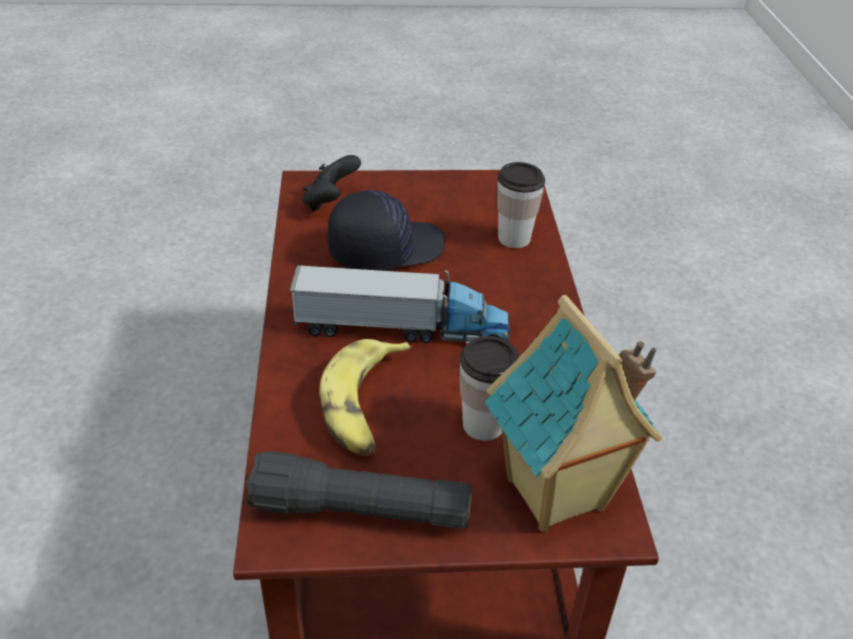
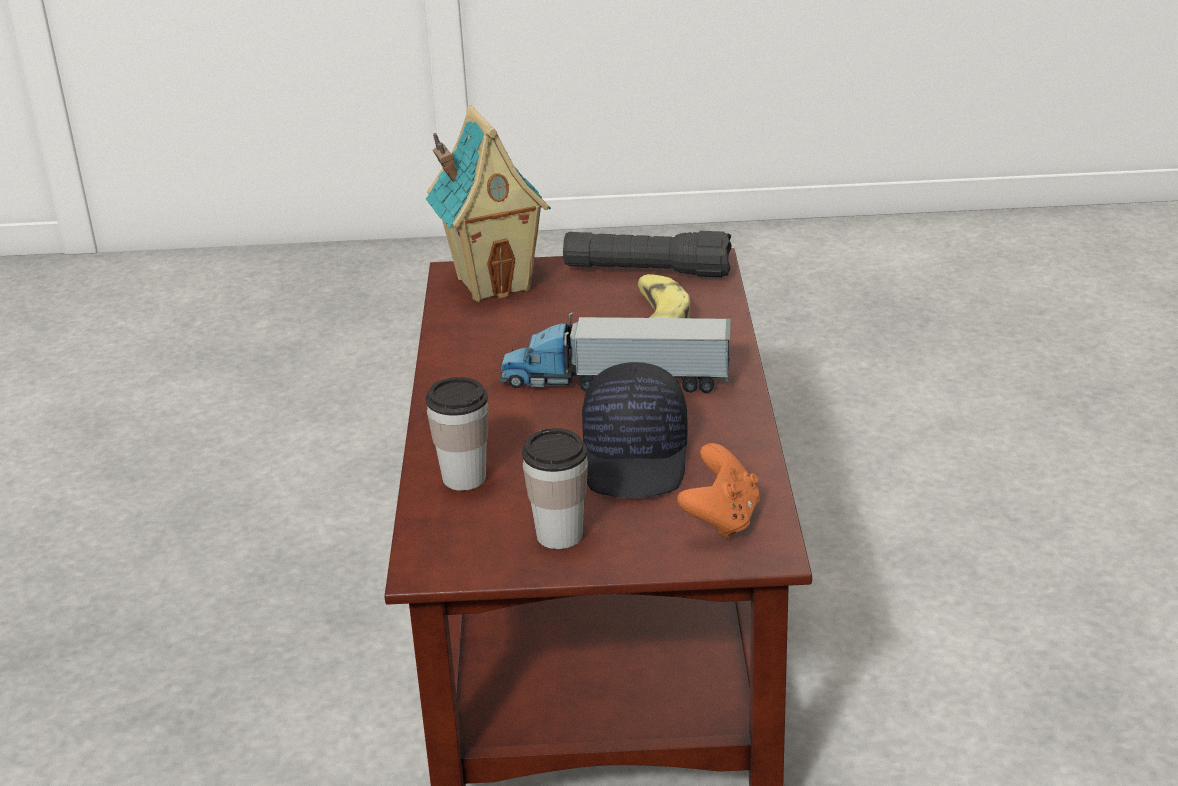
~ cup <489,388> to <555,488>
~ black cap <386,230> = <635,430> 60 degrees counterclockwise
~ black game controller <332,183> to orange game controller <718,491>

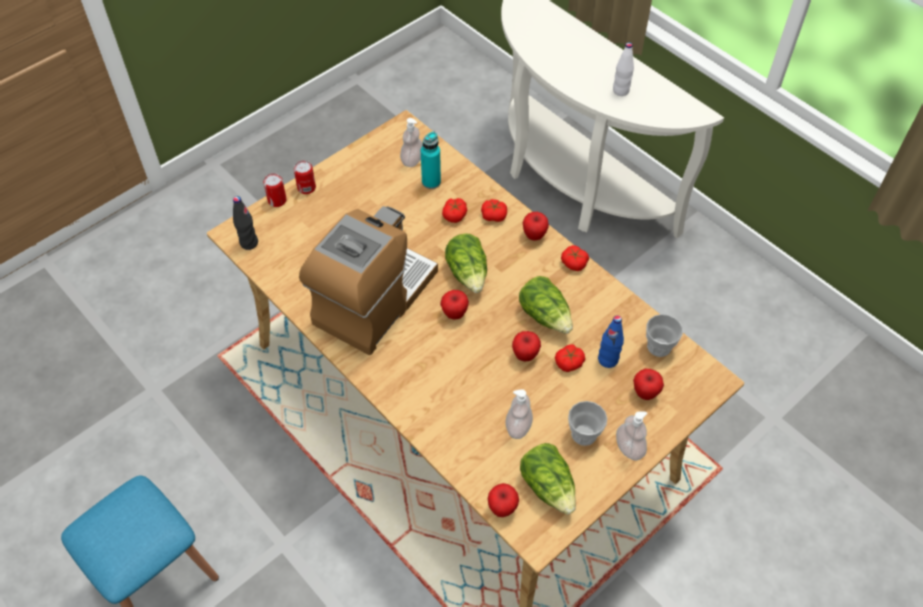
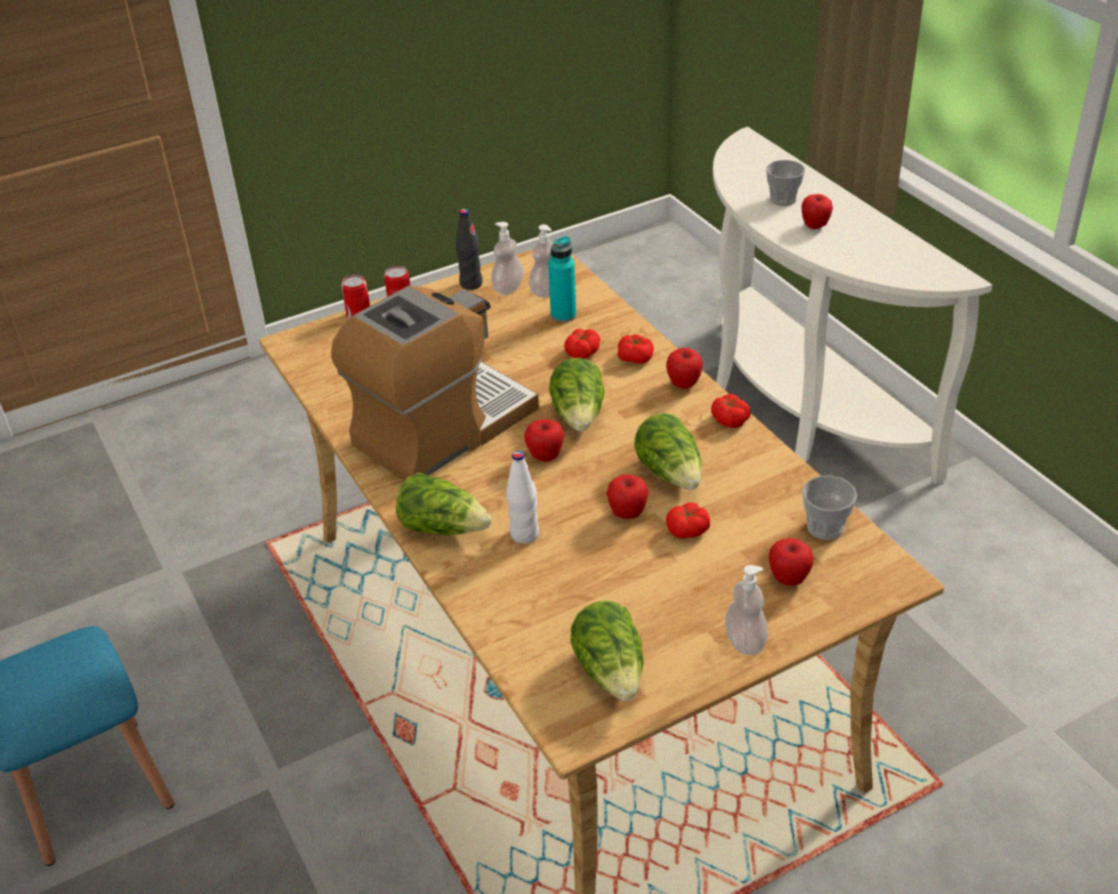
+ lettuce <443,503>
~ black bottle <245,223> to <469,249>
~ soap dispenser <519,414> to <507,258>
~ white bottle <623,69> to <522,497>
~ cup <587,423> to <785,183>
~ apple <503,500> to <817,211>
- blue bottle <611,342>

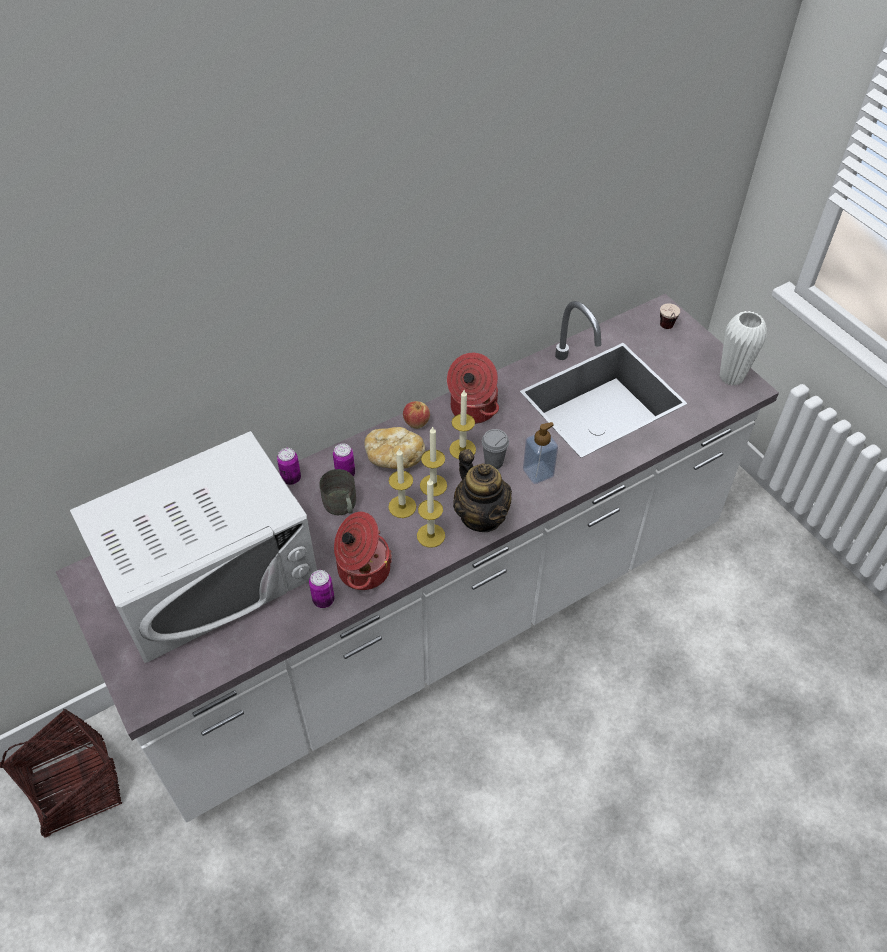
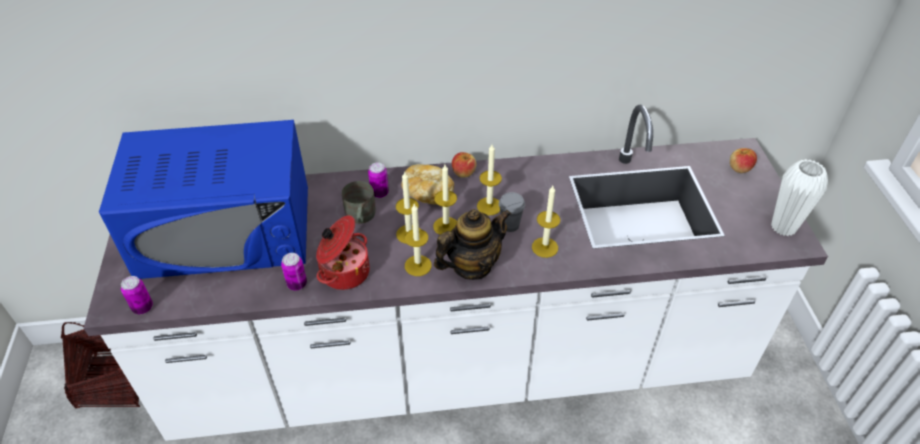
~ white microwave <193,547> to blue microwave <203,199>
~ can <289,466> to <137,295>
~ teapot <482,490> = <472,244> 120 degrees counterclockwise
~ soap dispenser <540,453> to candle <546,222>
~ cup <670,316> to apple <743,160>
- cooking pot <473,388>

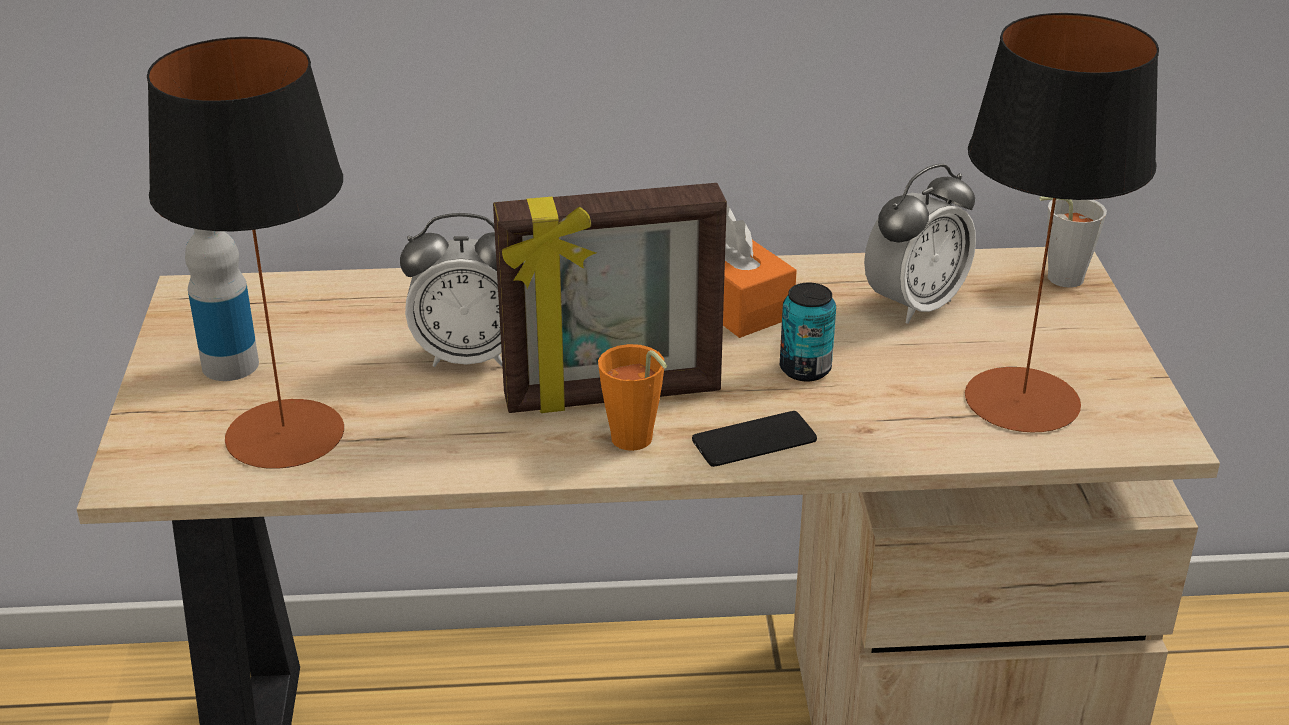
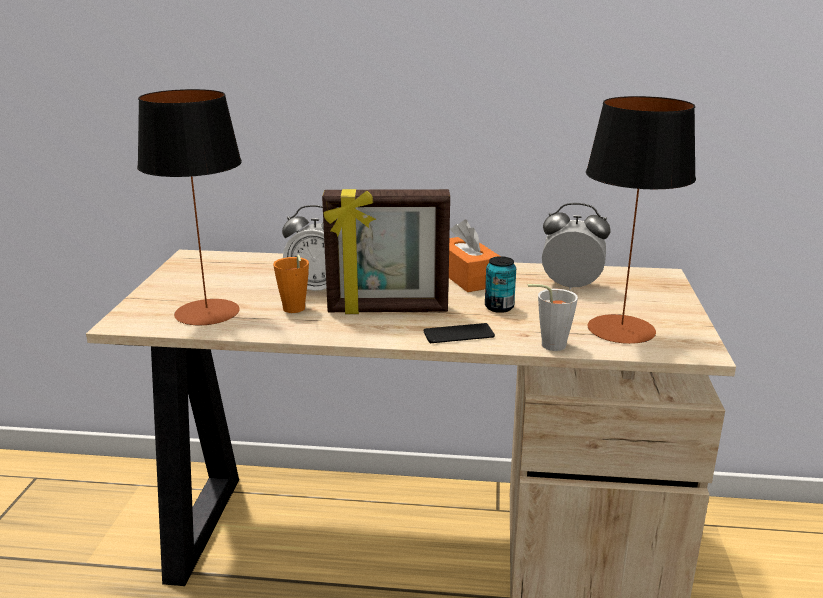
~ orange cup <632,397> to <291,284>
~ grey cup <1073,242> to <553,317>
~ alarm clock <920,244> = <576,246> 135 degrees counterclockwise
- bottle <222,305>

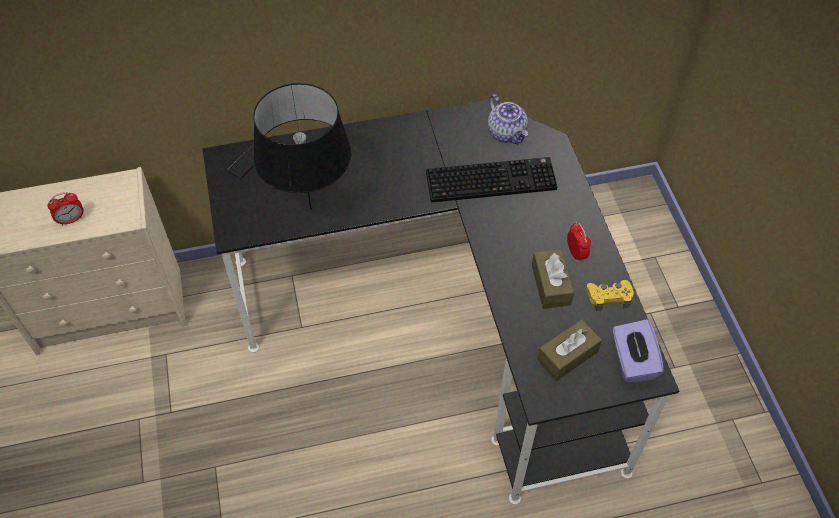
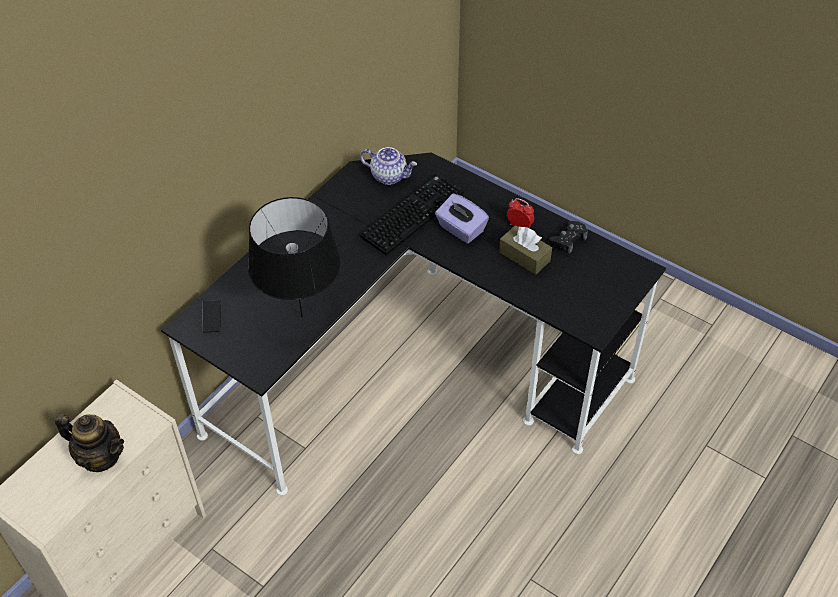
~ alarm clock <65,209> to teapot <89,443>
~ purple tissue box <638,351> to <462,219>
~ yellow game controller <610,295> to black game controller <568,237>
- brown tissue box <569,350>

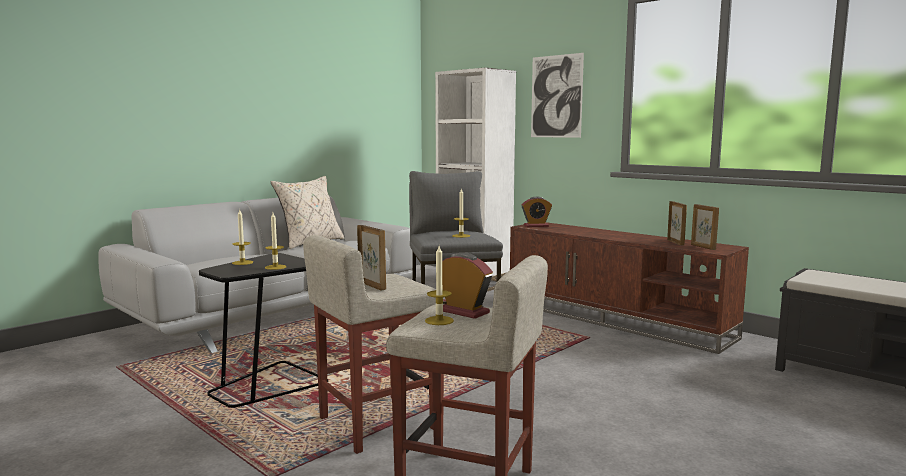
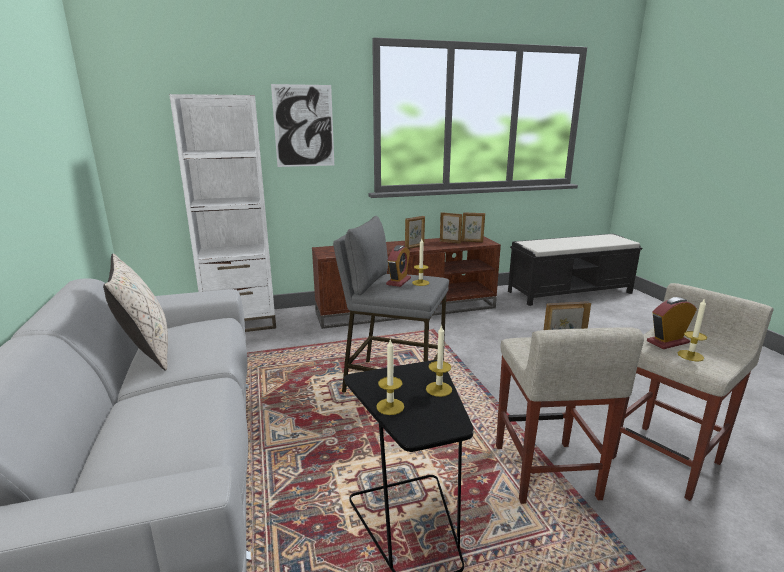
~ alarm clock <537,211> to <398,266>
+ picture frame <415,232>

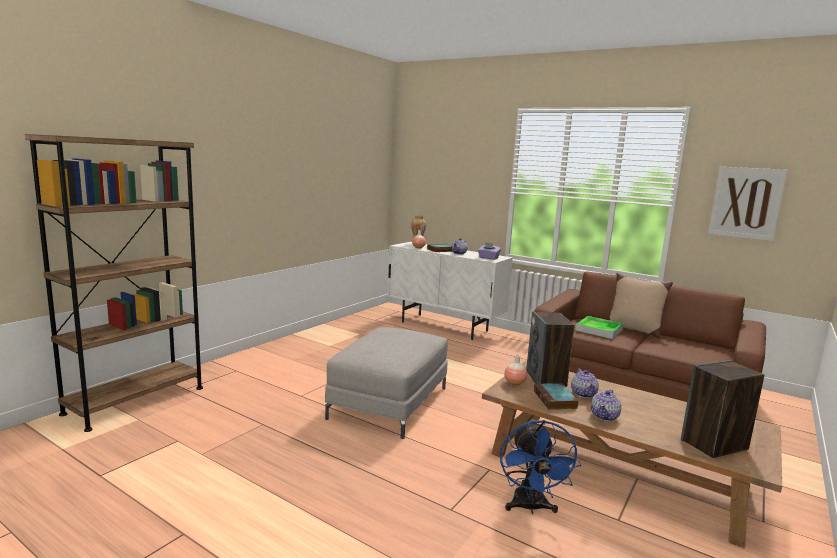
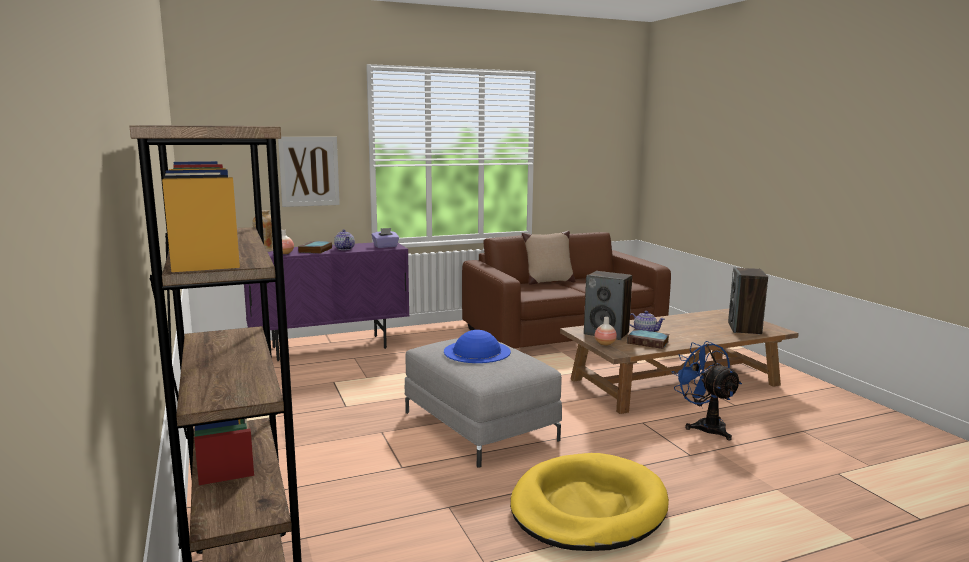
~ white cabinet <450,291> to purple cabinet <326,302>
~ picture <748,204> to <309,172>
+ blue hat <477,346>
+ yellow dog bed <589,502>
~ blue fan <540,467> = <707,391> 150 degrees counterclockwise
- tray <599,327>
- teapot <606,405>

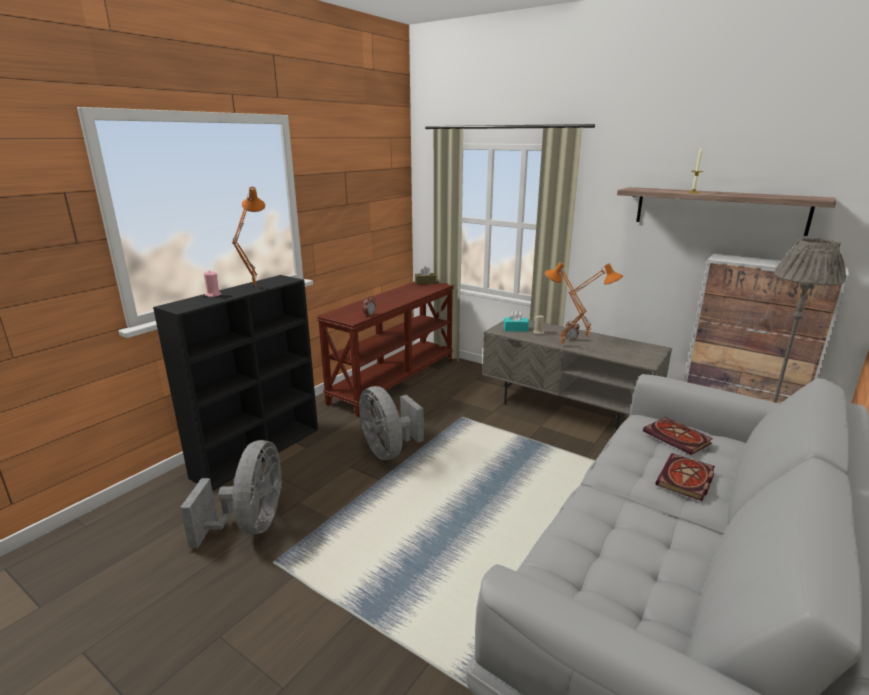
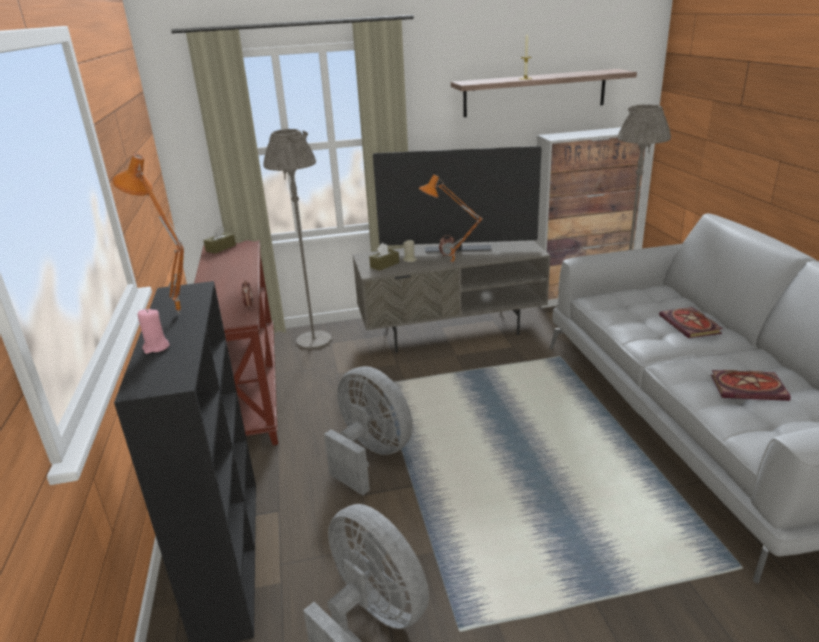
+ grey floor lamp <298,239>
~ grey fan <391,423> = <368,430> 150 degrees counterclockwise
~ turquoise tissue box <516,321> to brown tissue box <384,257>
~ orange table lamp <596,301> to television <457,199>
~ book <678,436> to <751,385>

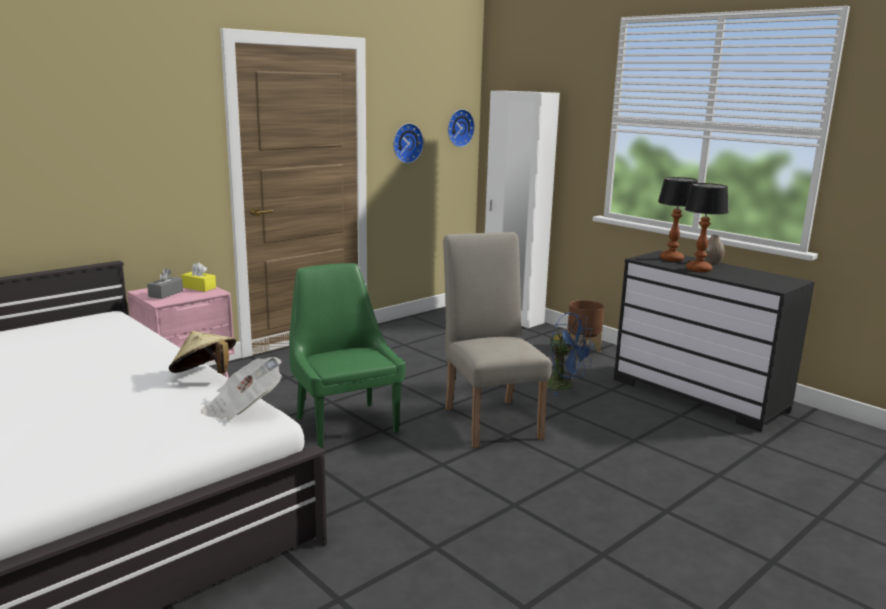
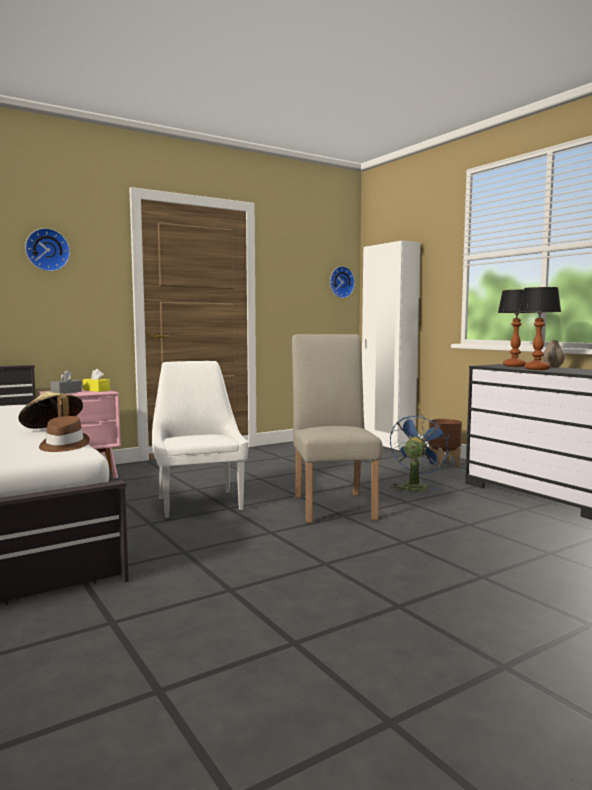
~ wall clock <408,143> to <47,249>
~ newspaper <241,389> to brown hat <64,434>
~ green chair <347,356> to white chair <200,439>
~ blue fan <571,353> = <420,452> 105 degrees counterclockwise

